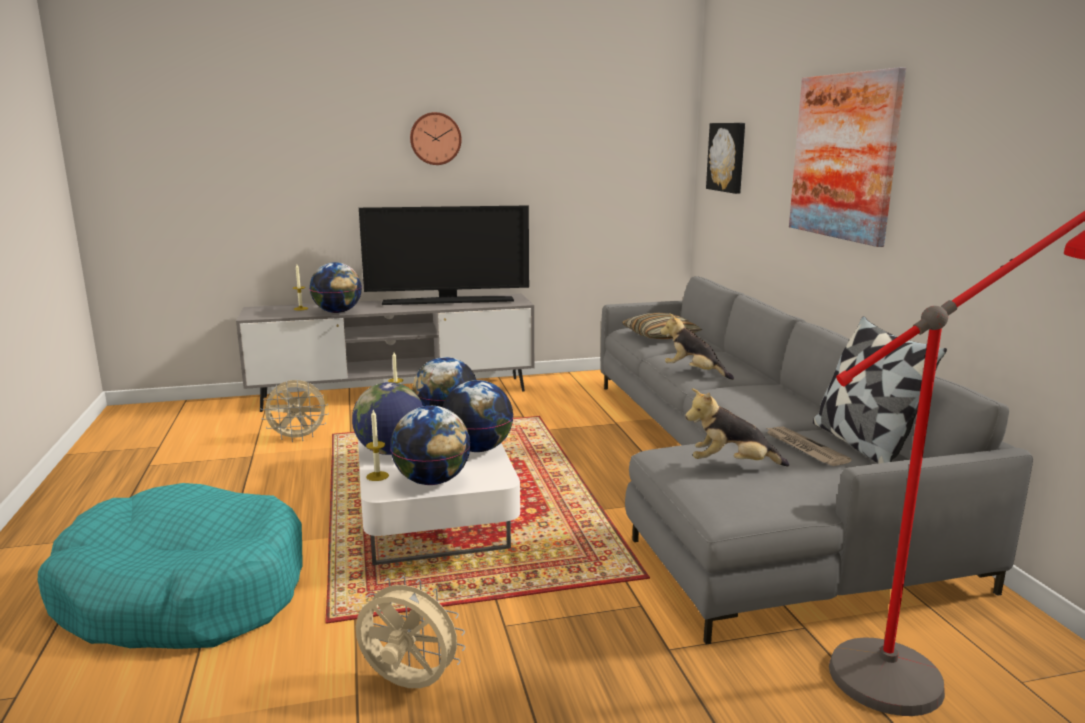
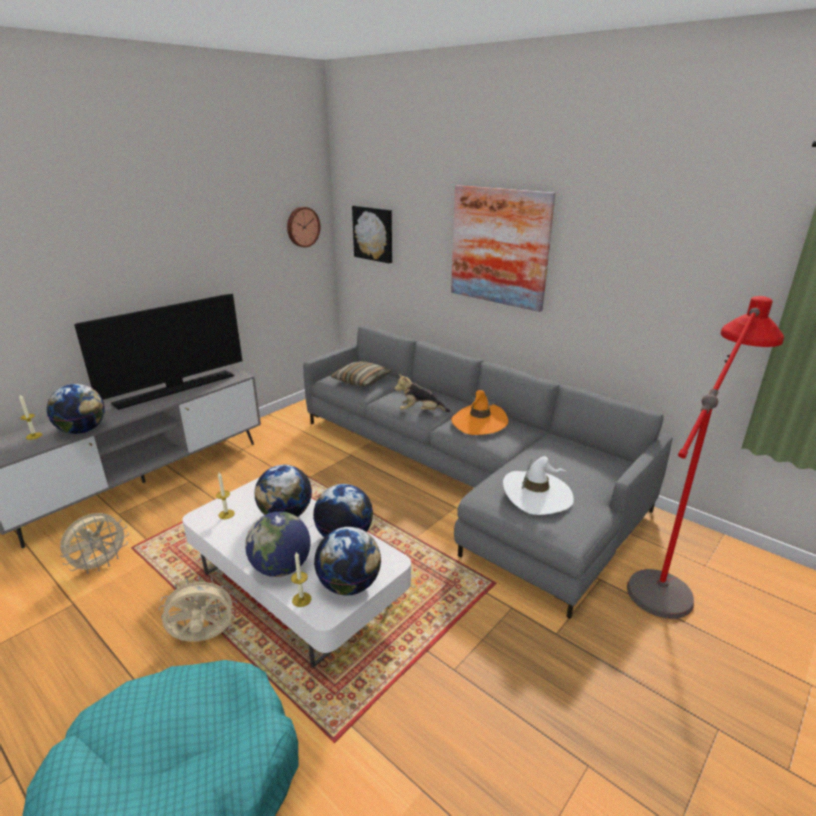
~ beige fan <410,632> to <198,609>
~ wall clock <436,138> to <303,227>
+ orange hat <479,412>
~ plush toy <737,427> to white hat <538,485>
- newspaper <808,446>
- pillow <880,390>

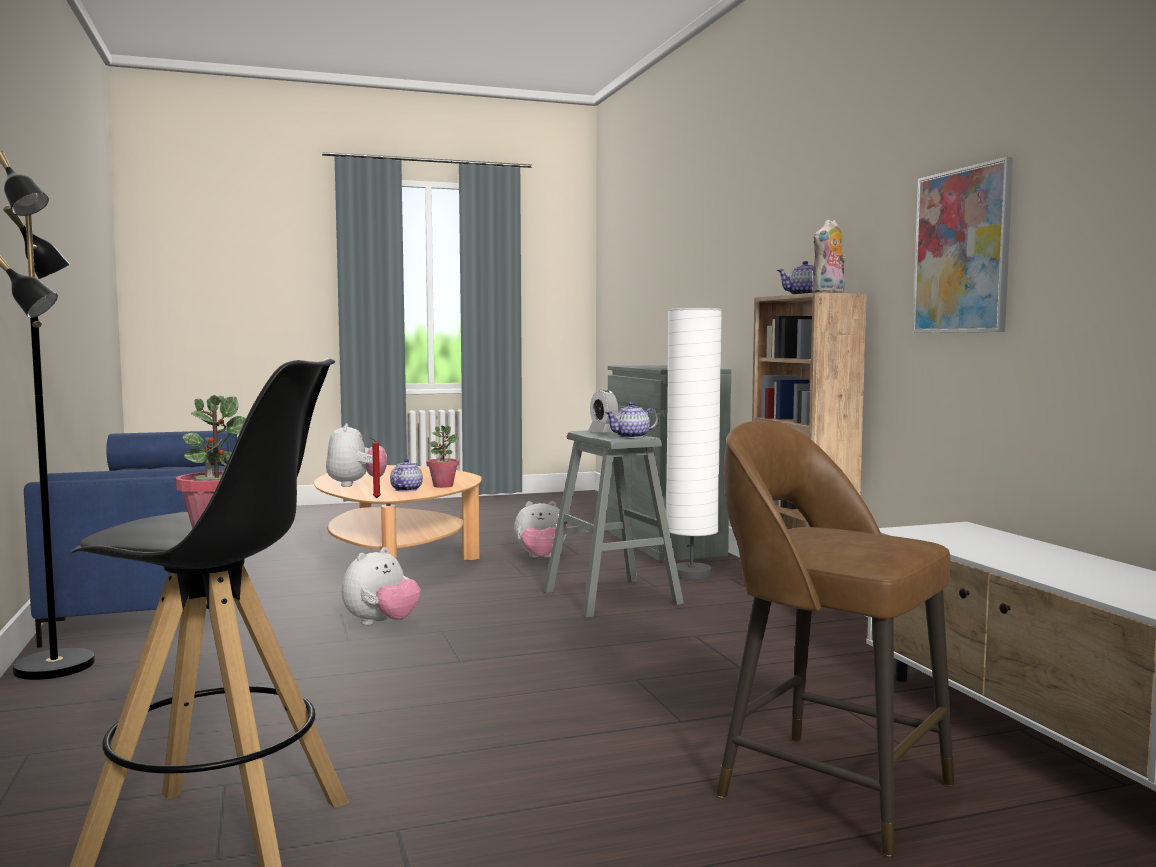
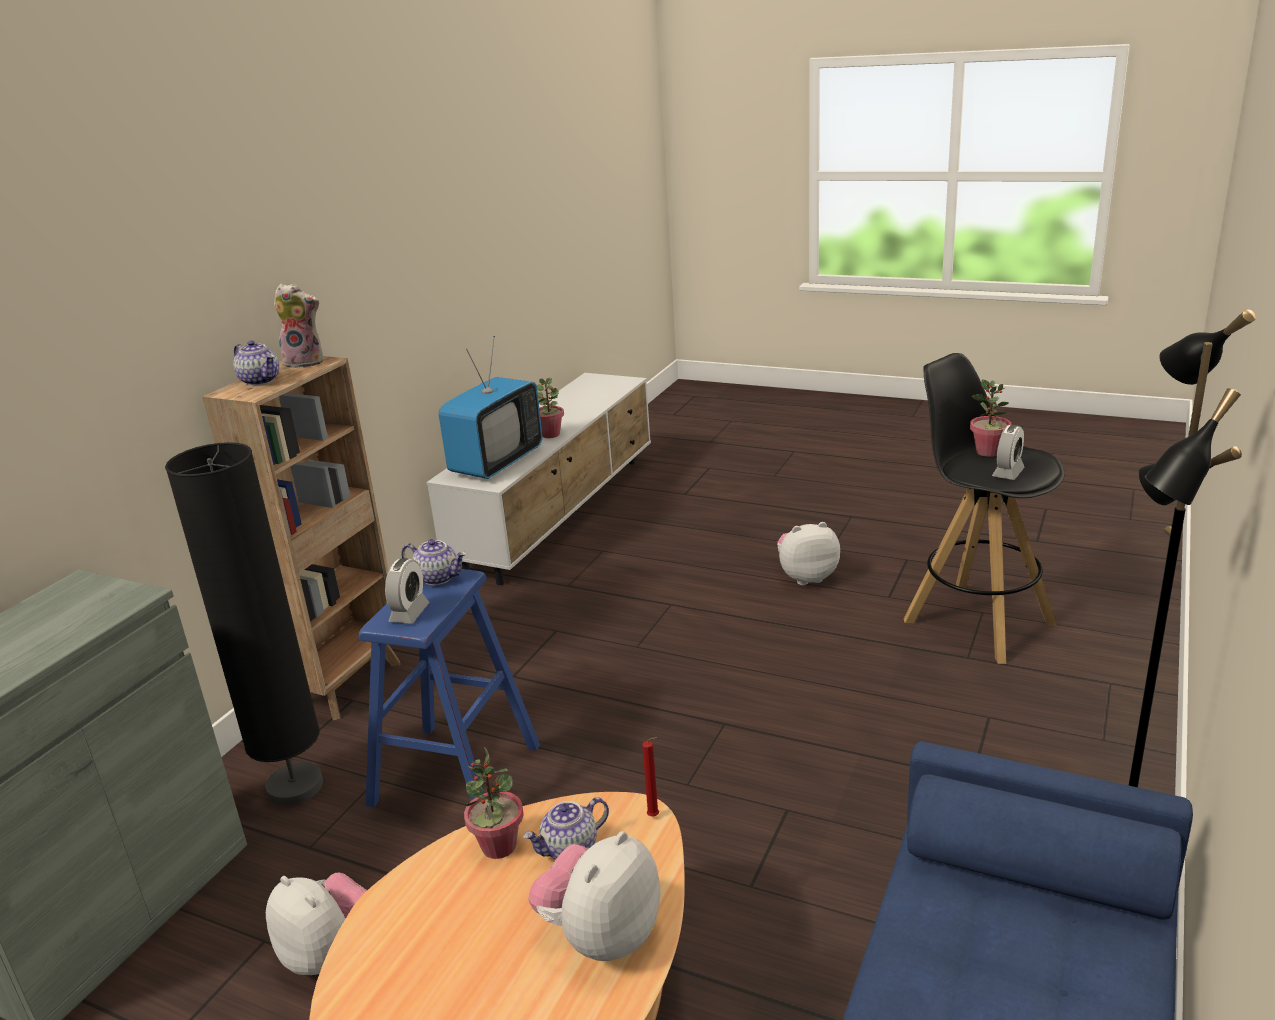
~ white floor lamp <694,443> to black floor lamp <244,624>
~ grey stool <613,524> to blue stool <449,688>
+ television <491,407>
+ potted plant <550,408>
~ plush toy <381,586> to <808,553>
+ alarm clock <1008,452>
- brown stool <836,638>
- picture <962,245>

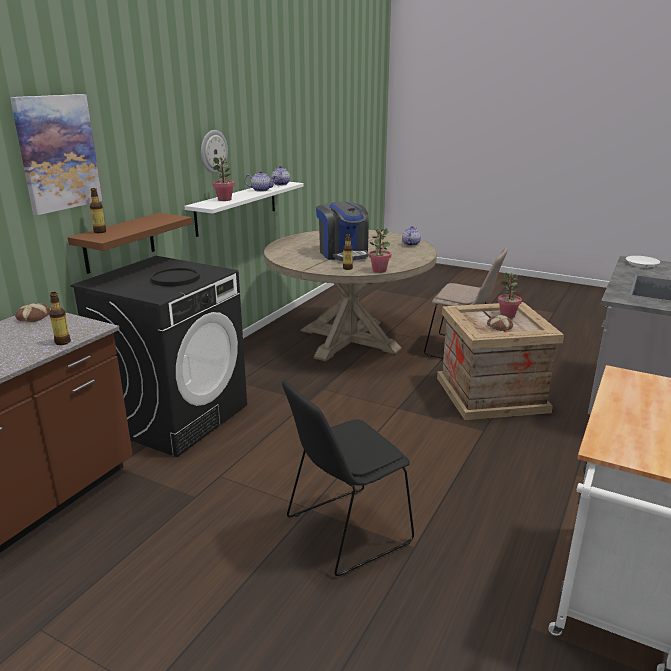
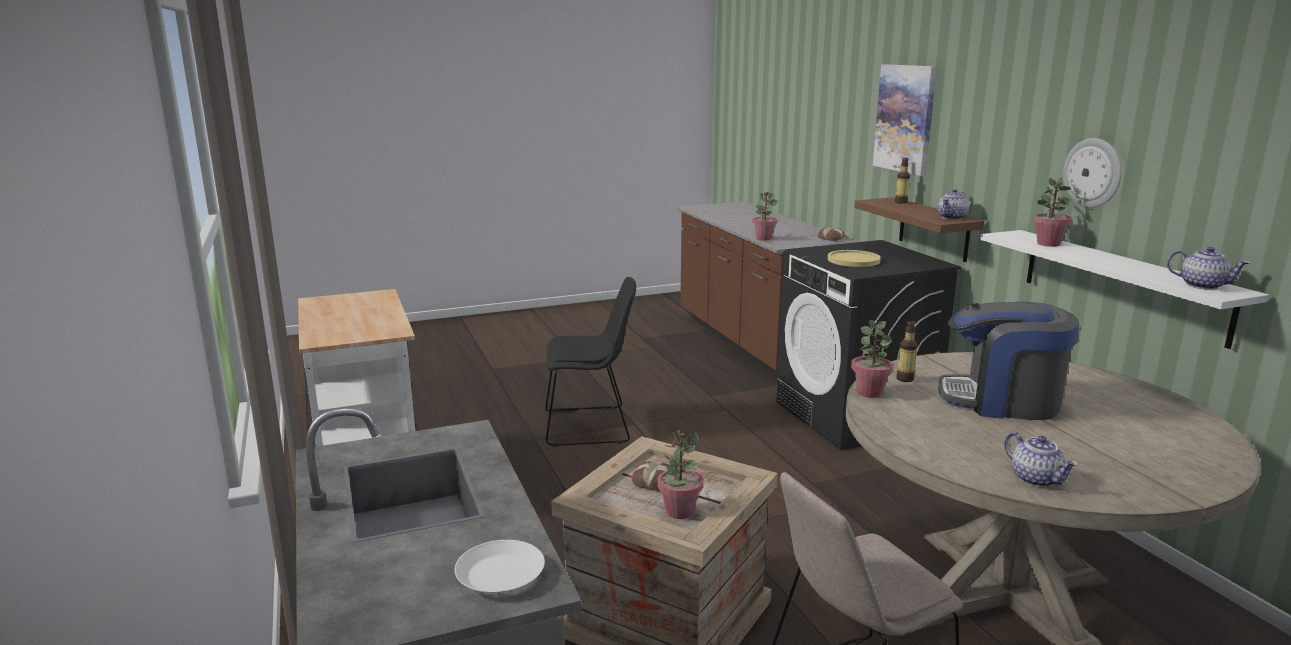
~ black chair <348,478> = <590,362> 75 degrees clockwise
~ bottle <60,318> to potted plant <765,216>
~ black plate <175,277> to yellow plate <854,258>
~ teapot <260,181> to <953,204>

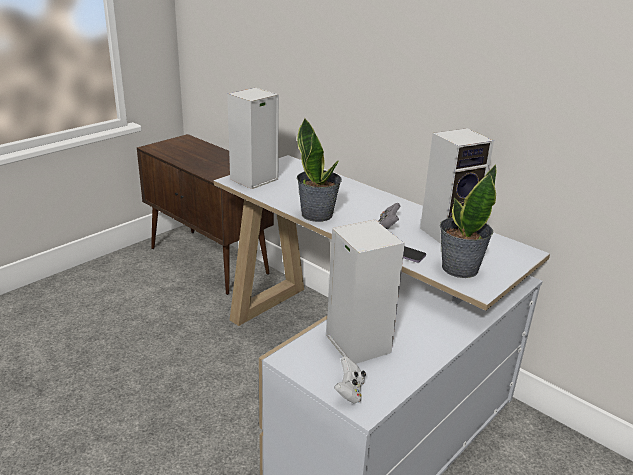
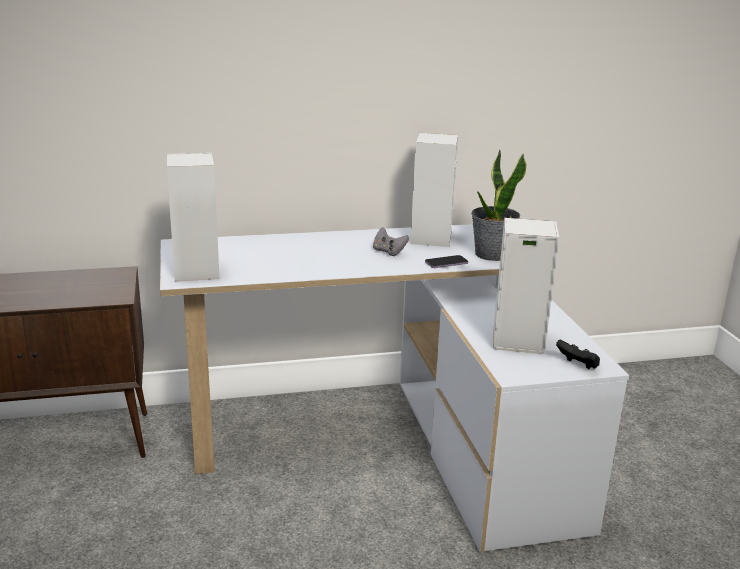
~ white game controller <350,380> to black game controller <578,354>
- potted plant <319,170>

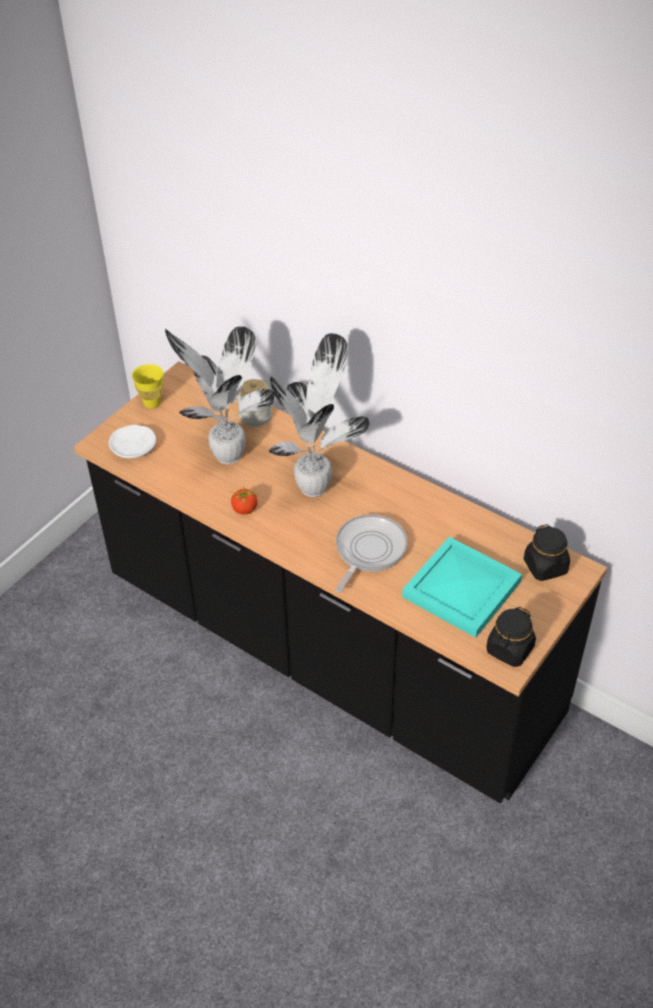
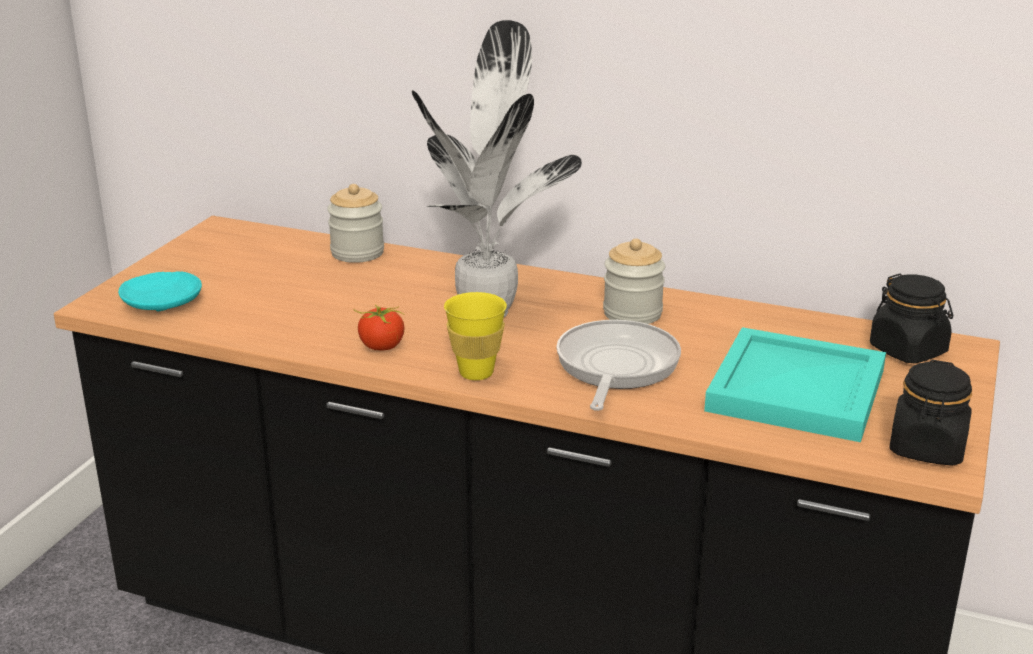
~ white plate <132,442> to turquoise plate <160,292>
~ yellow cup <148,386> to <475,336>
+ jar <634,281>
- potted plant <220,395>

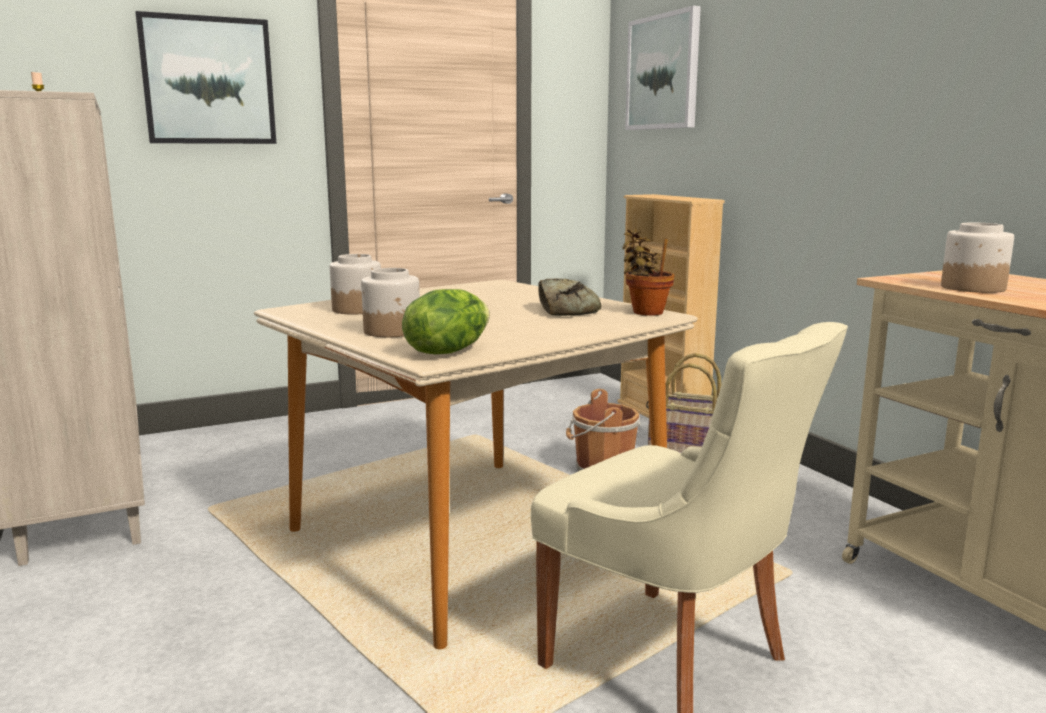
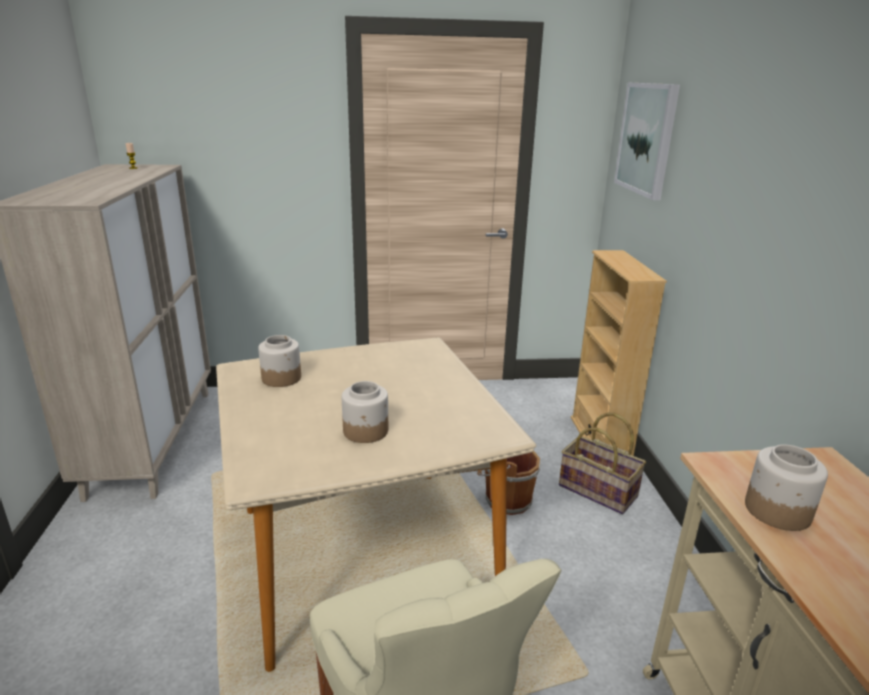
~ jar <390,303> to <365,412>
- picture <206,77>
- lettuce <446,321>
- bread <569,297>
- potted plant <648,272>

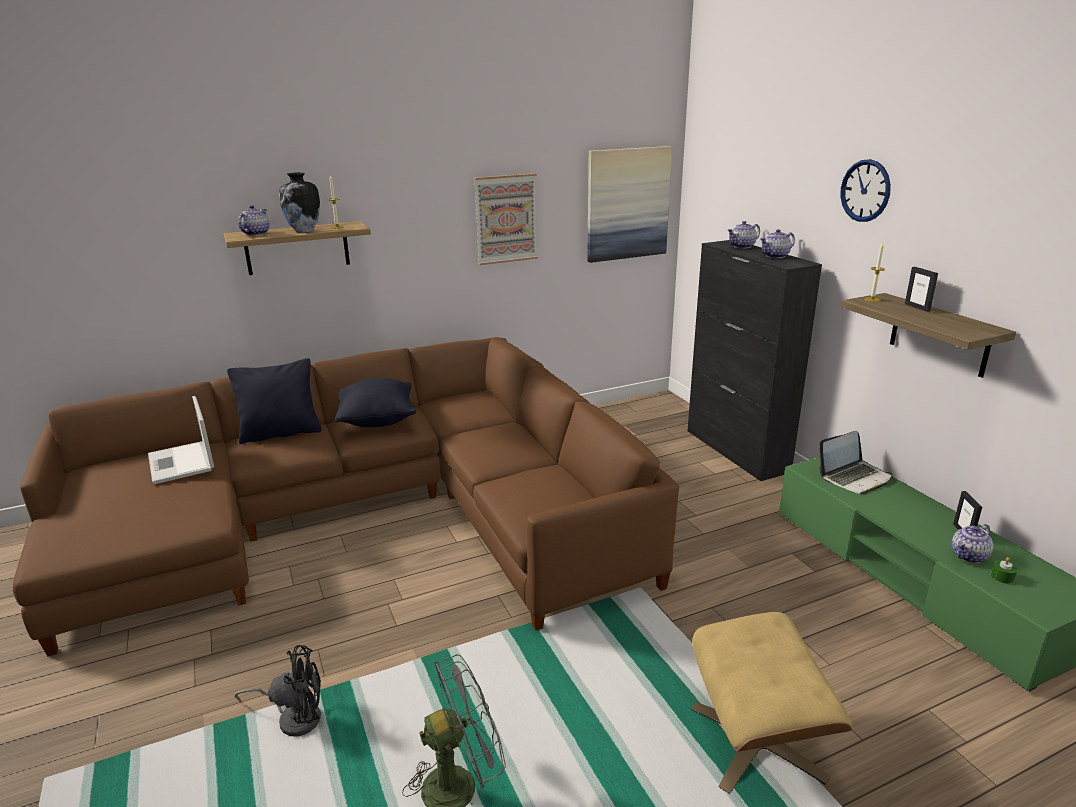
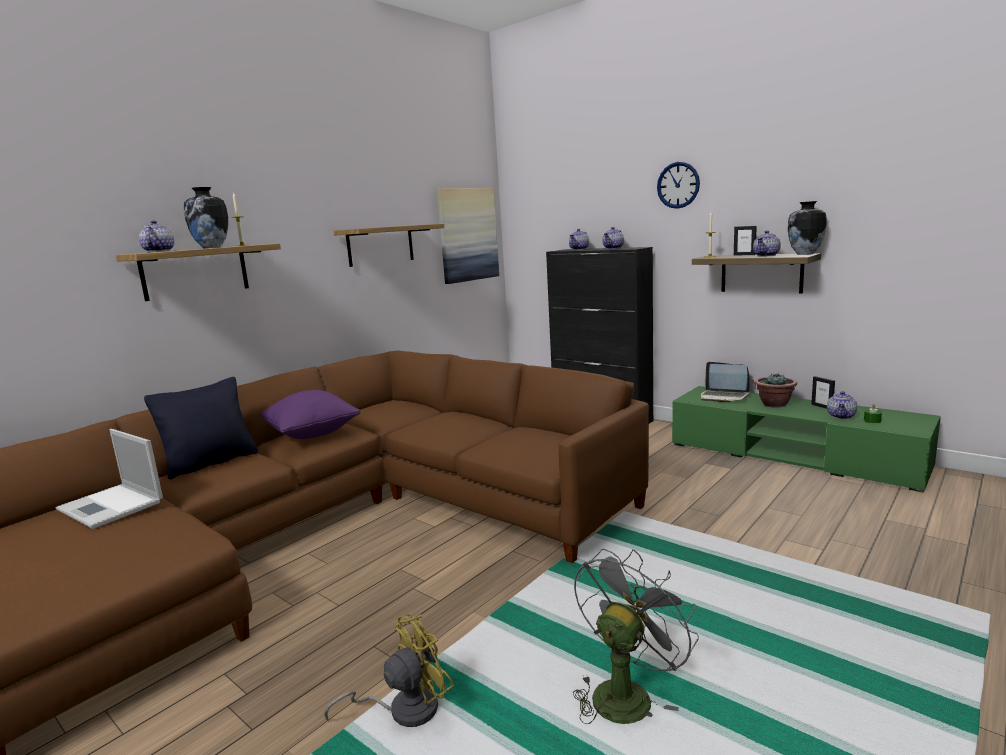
~ black pillow <375,402> to purple pillow <311,414>
~ black fan <277,691> to yellow fan <389,670>
~ picture <506,219> to shelf <389,245>
~ laptop <855,463> = <725,382> 90 degrees clockwise
+ teapot <767,243>
+ potted plant <775,390>
+ vase <807,228>
- beige ottoman <771,703>

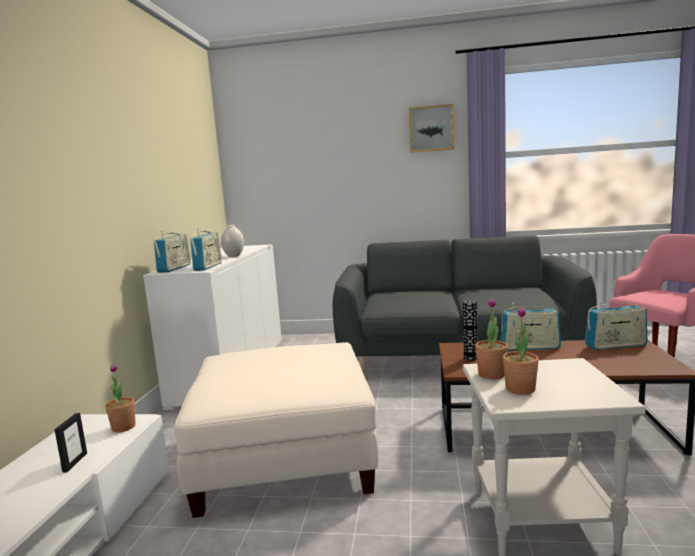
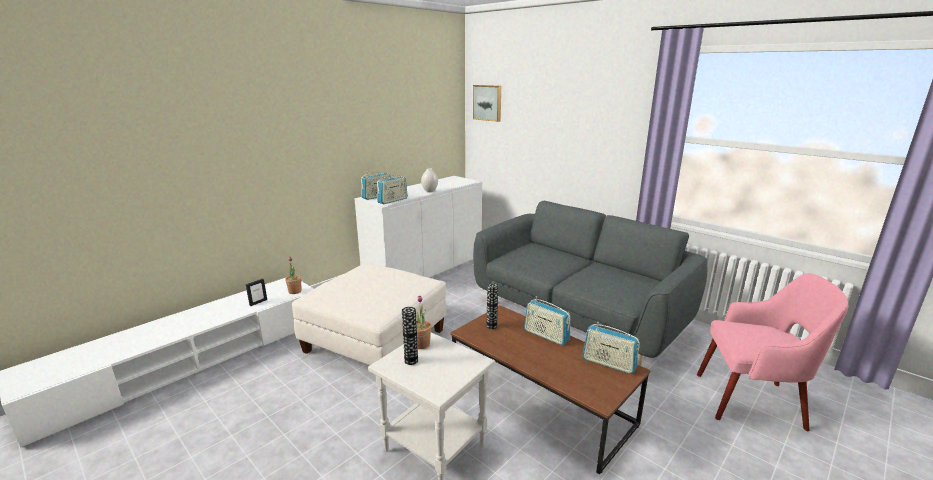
~ potted plant <521,351> to vase <410,336>
~ picture <431,128> to <487,103>

